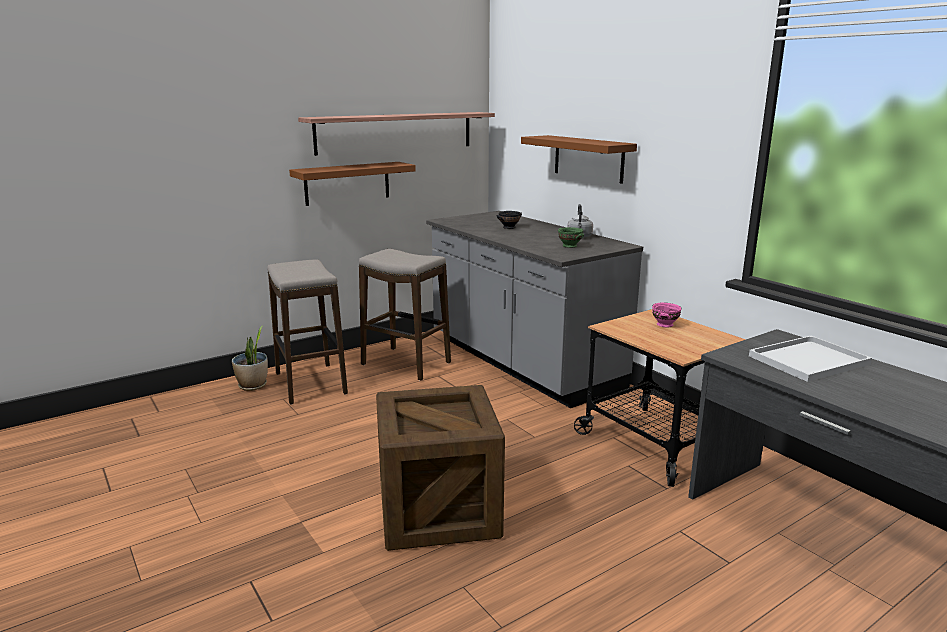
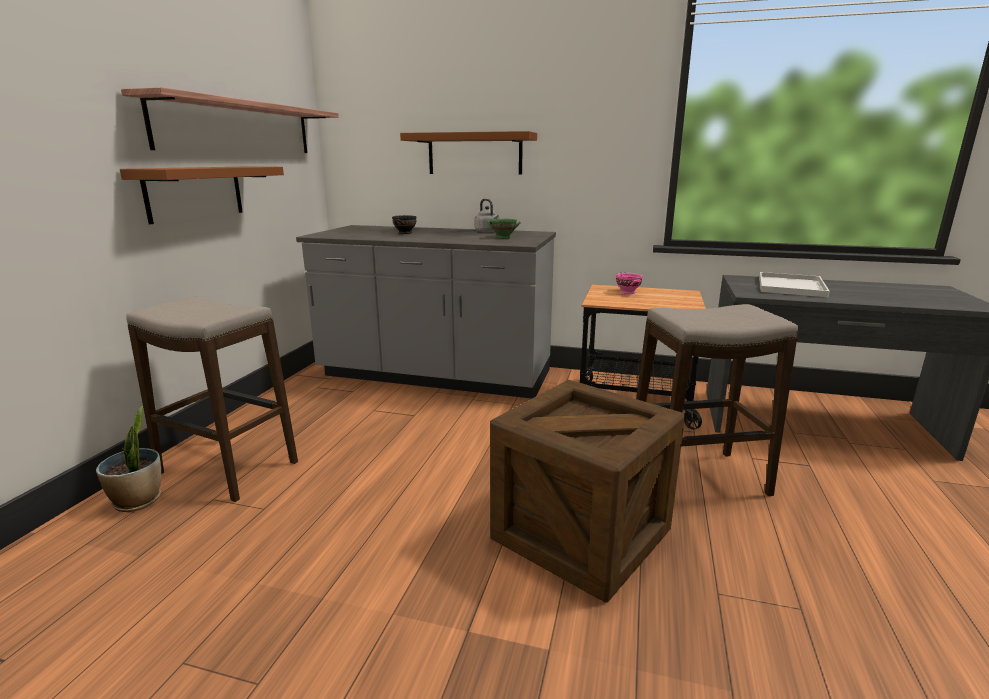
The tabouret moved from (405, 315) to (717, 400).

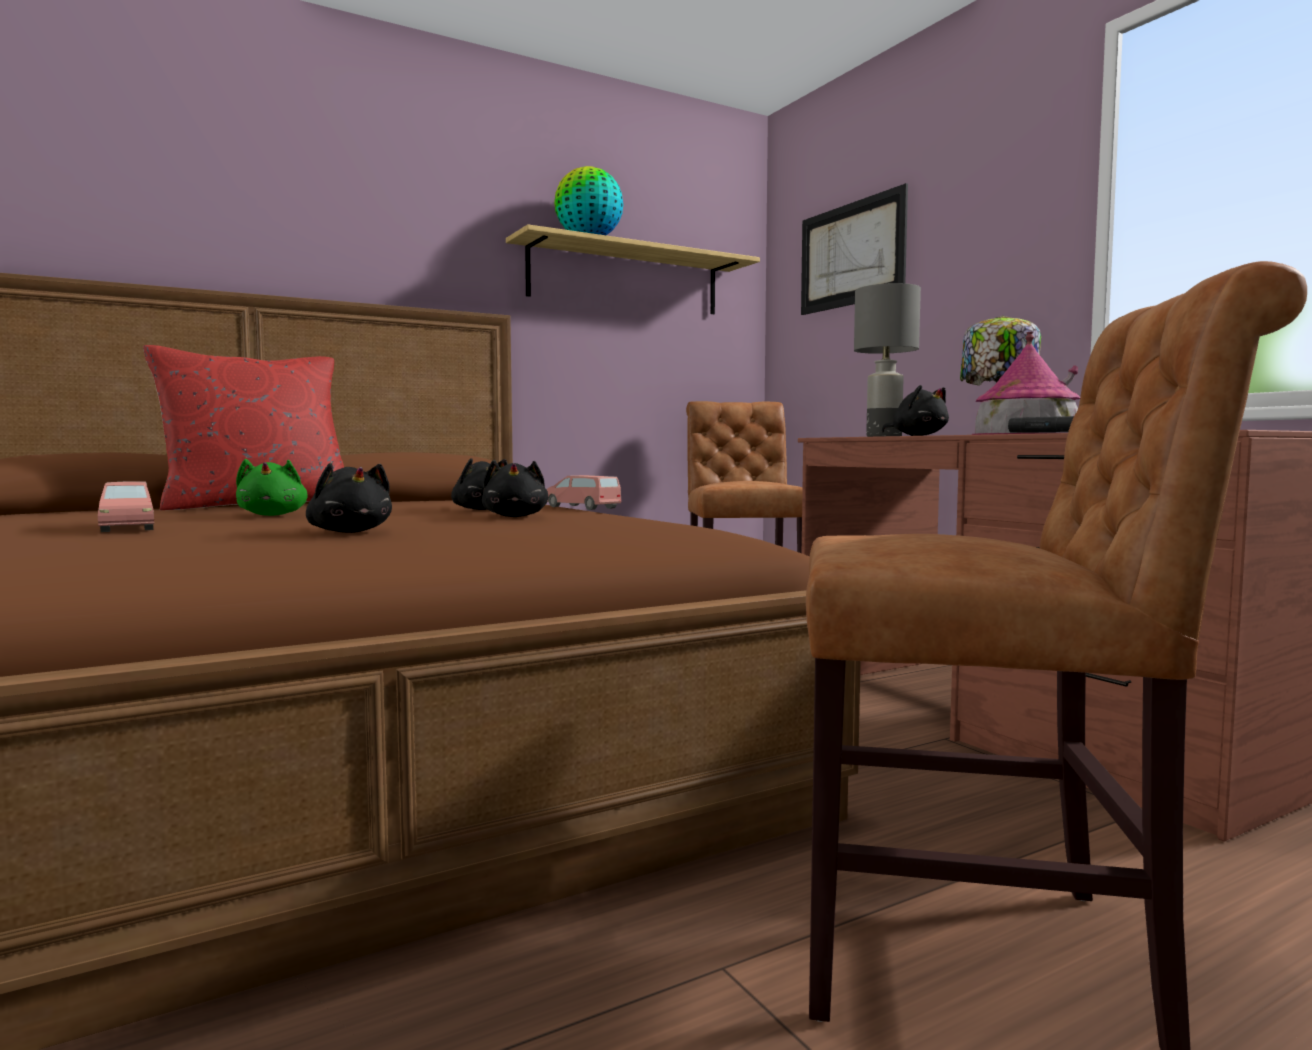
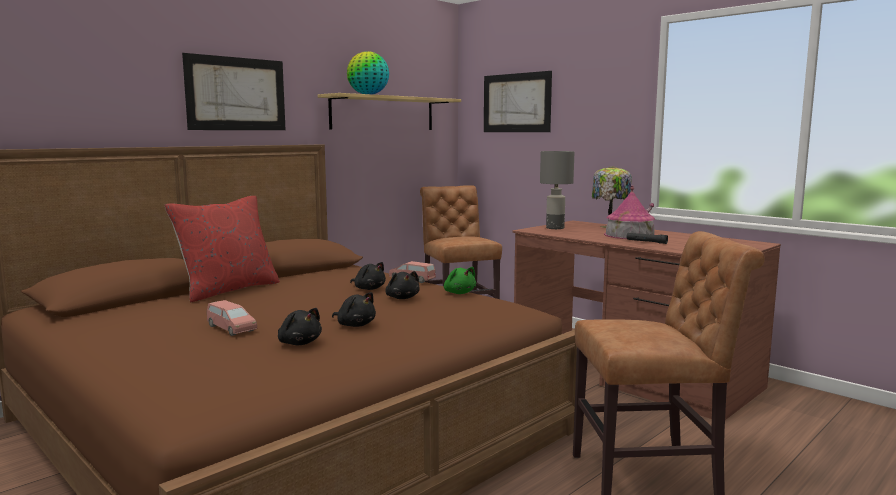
The peluche (noir) moved from (915, 410) to (300, 326).
The peluche (vert) moved from (272, 487) to (460, 280).
The tableau at (234, 91) appeared.

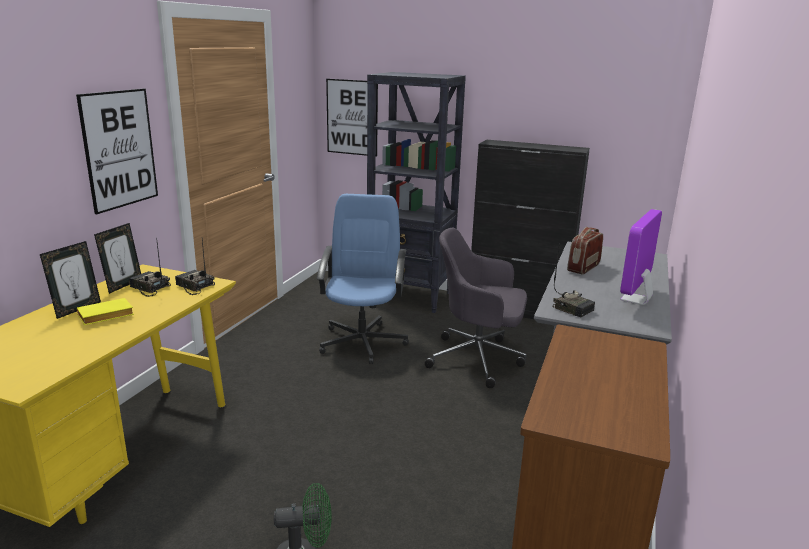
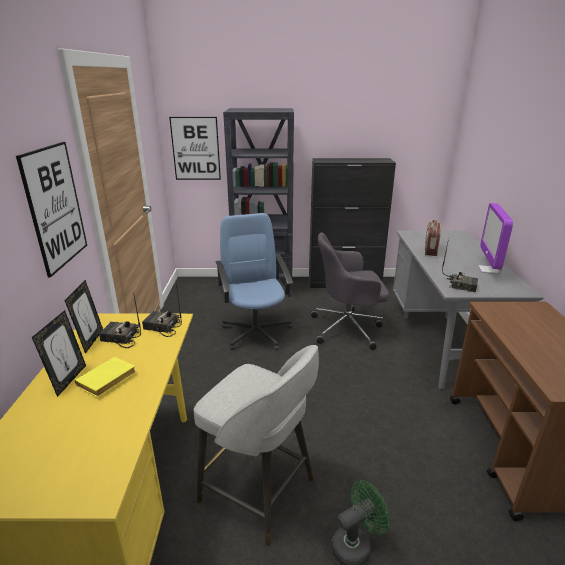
The tabouret (gris) at (256, 445) appeared.

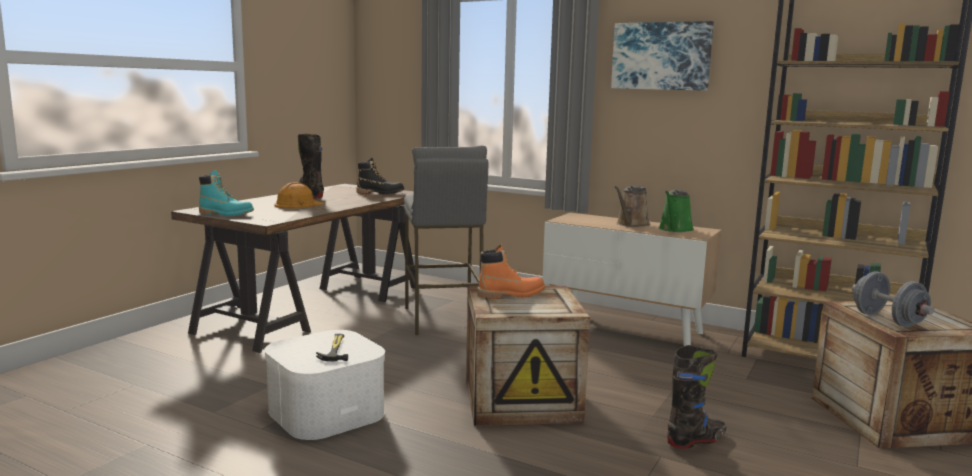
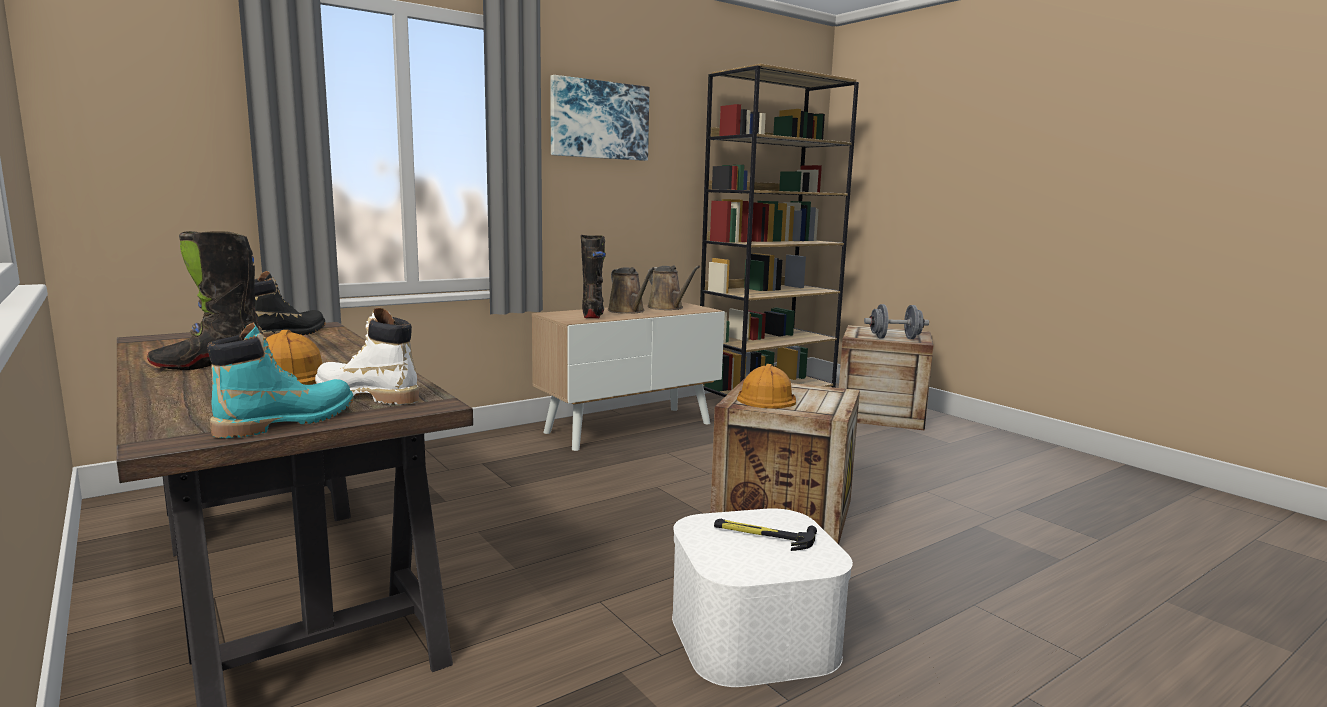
The tabouret (gris) at (446, 240) disappeared.
The arrosoir (vert) at (676, 211) became the arrosoir (marron) at (674, 287).
The botte (orange) at (511, 271) was replaced by the casque de chantier (orange) at (766, 386).
The botte (noir) moved from (696, 397) to (593, 276).
The botte (blanc) at (367, 356) appeared.

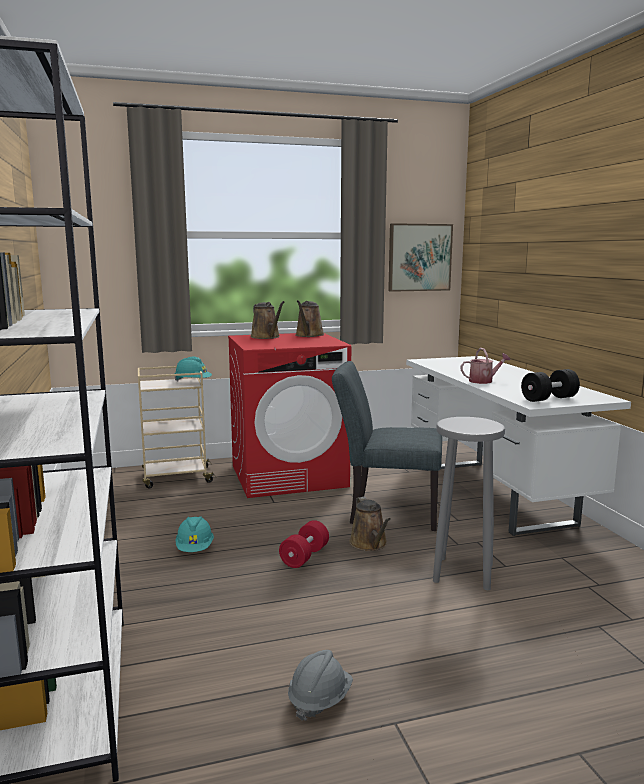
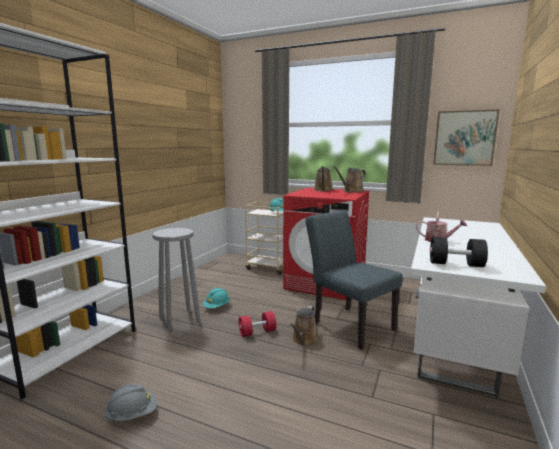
The tabouret (gris) moved from (469, 503) to (176, 279).

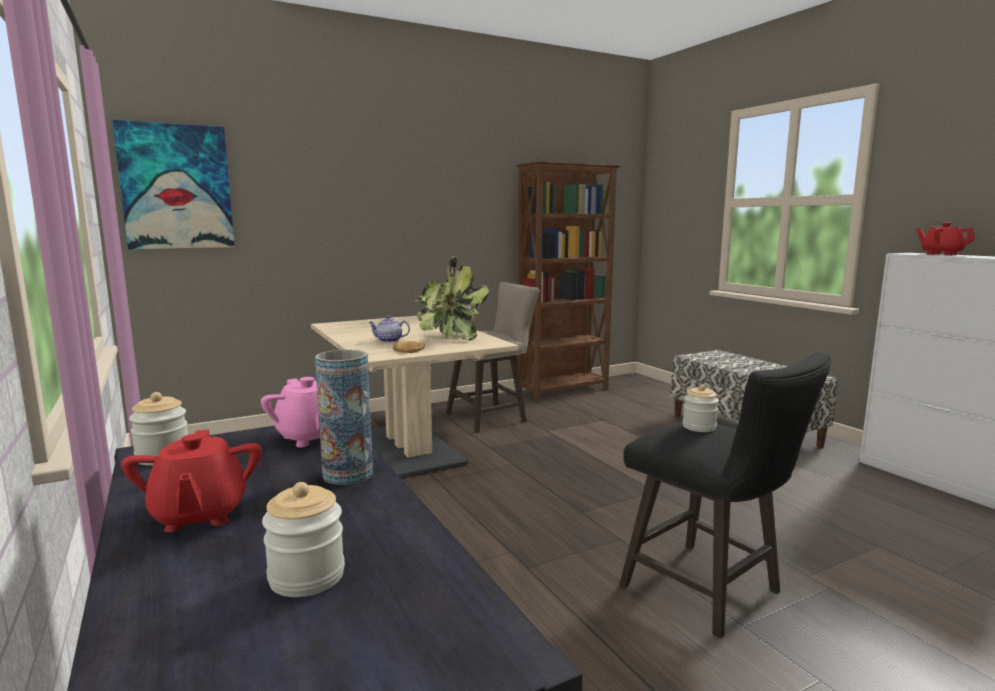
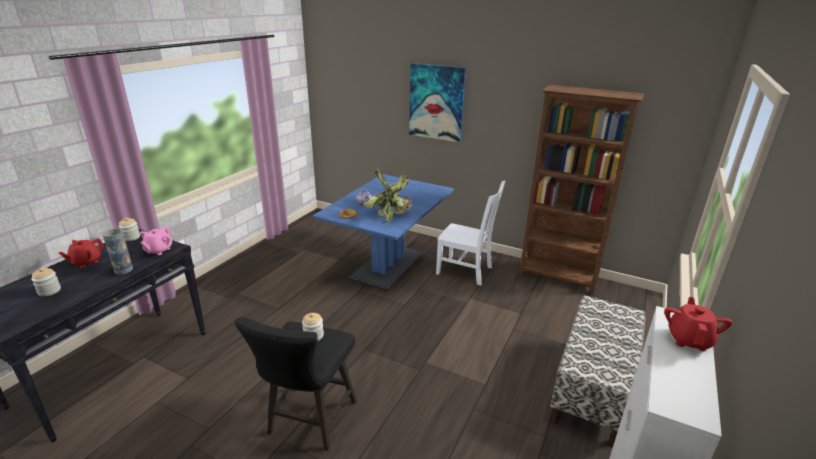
The tableau moved from (173, 184) to (437, 102).
The tabouret (beige) at (493, 357) was replaced by the chaise (blanc) at (470, 233).
The table à manger (beige) at (415, 397) became the table à manger (bleu) at (383, 232).

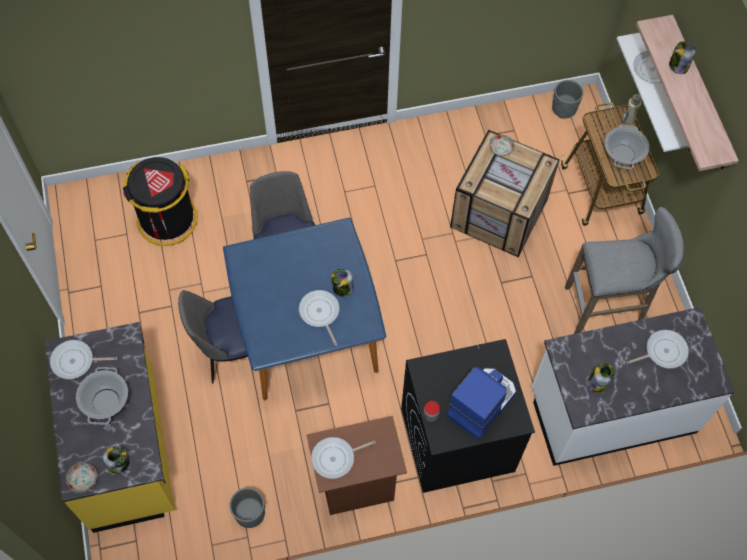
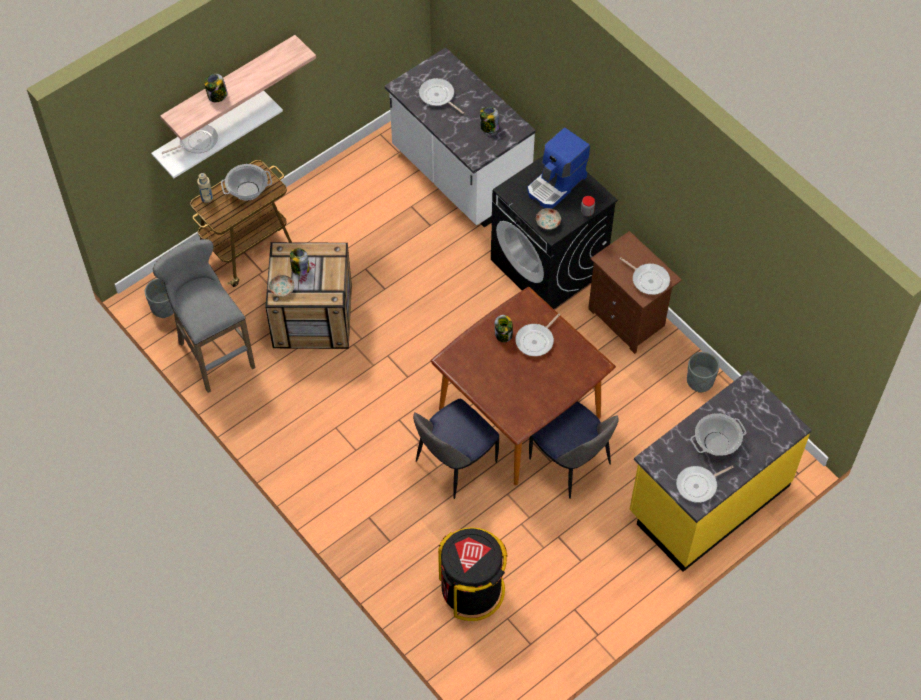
The tabouret (gris) moved from (624, 270) to (204, 316).
The table à manger (bleu) at (304, 309) became the table à manger (marron) at (523, 386).
The poêle at (83, 359) turned 90 degrees clockwise.
The machine à café at (481, 403) turned 60 degrees counterclockwise.
The bocal moved from (116, 460) to (299, 262).
The assiette moved from (81, 477) to (548, 219).

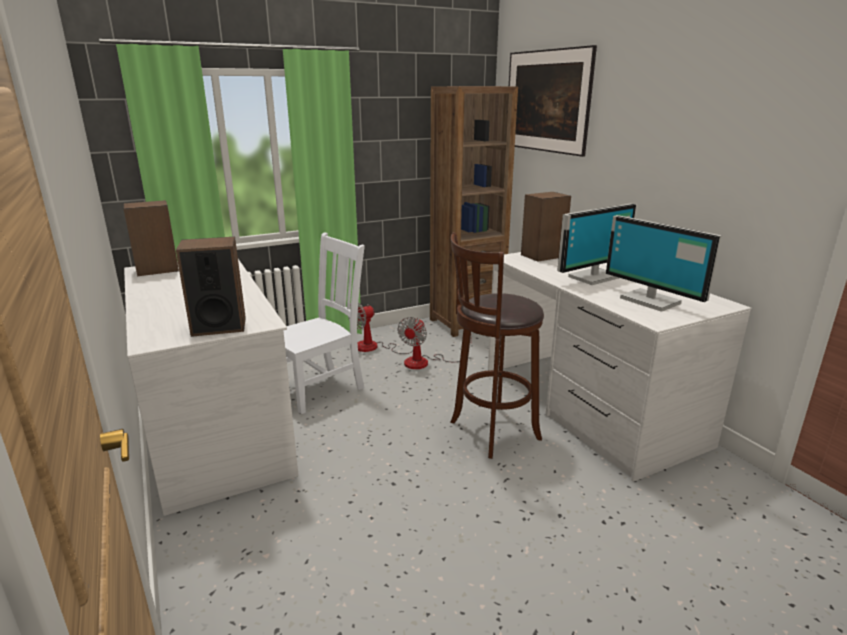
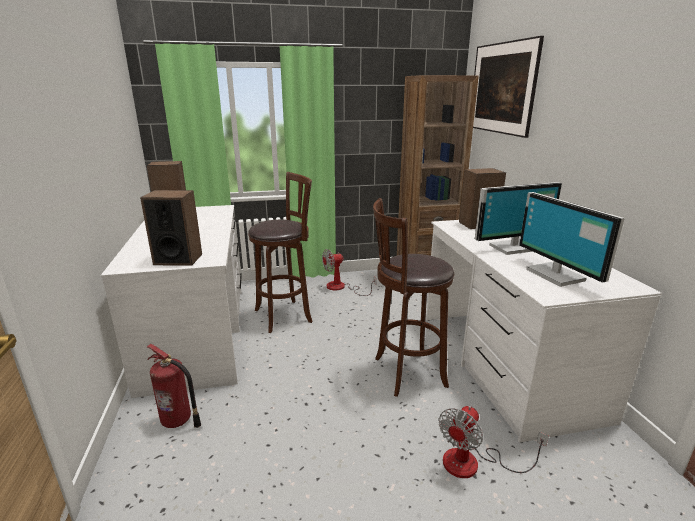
The chaise (blanc) at (324, 323) was replaced by the tabouret (marron) at (280, 252).
The ventilateur moved from (435, 343) to (493, 442).
The extincteur at (174, 386) appeared.

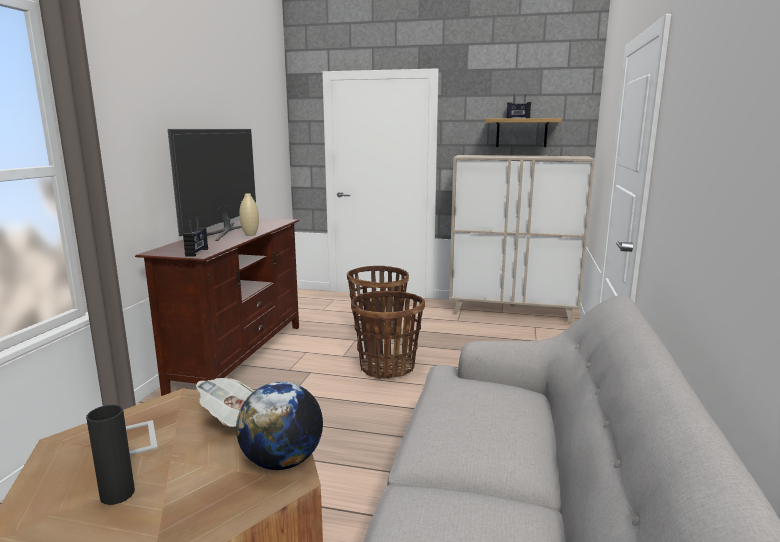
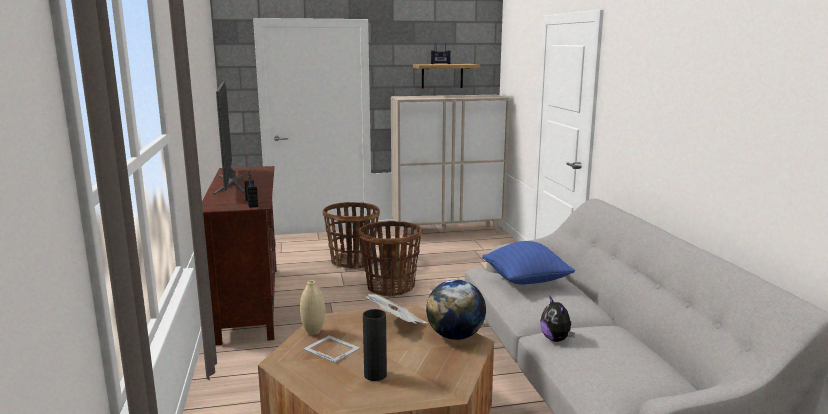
The vase (beige) moved from (249, 214) to (312, 307).
The coussin (bleu) at (528, 262) appeared.
The peluche at (558, 319) appeared.

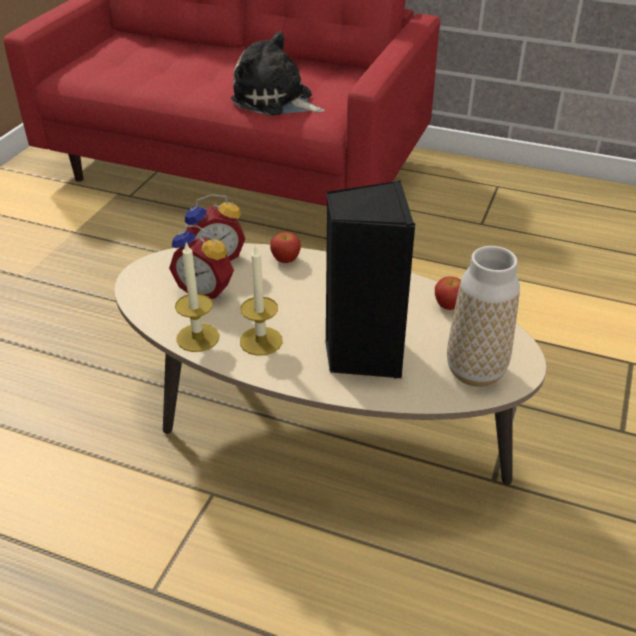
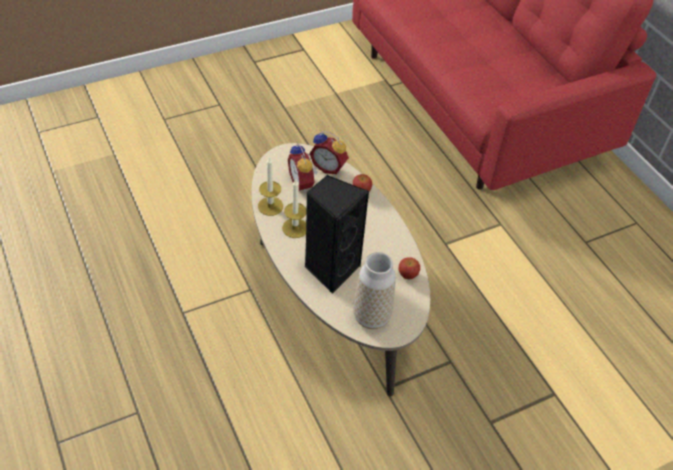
The peluche at (277, 73) disappeared.

